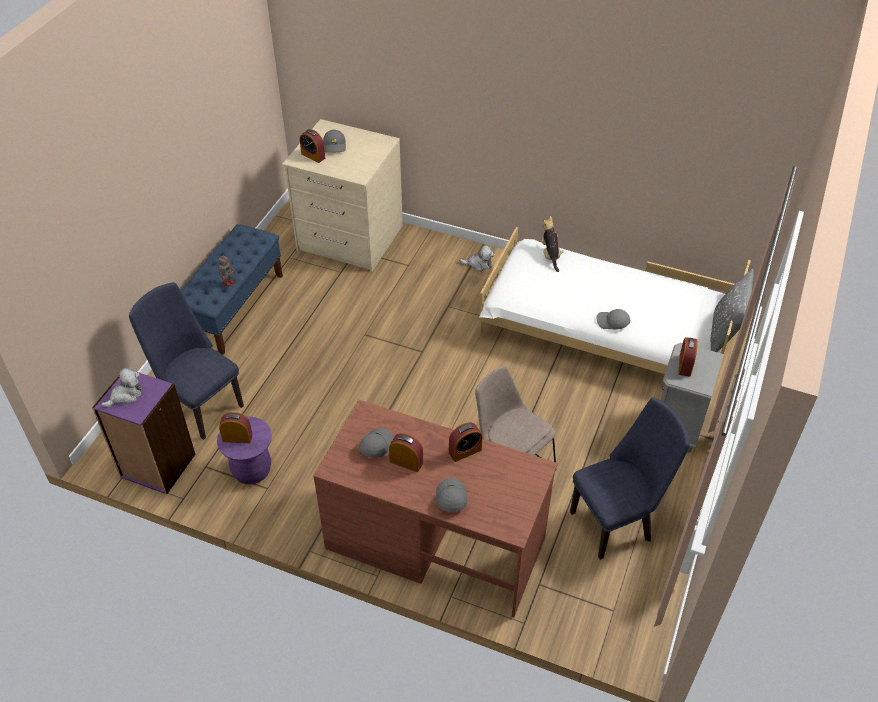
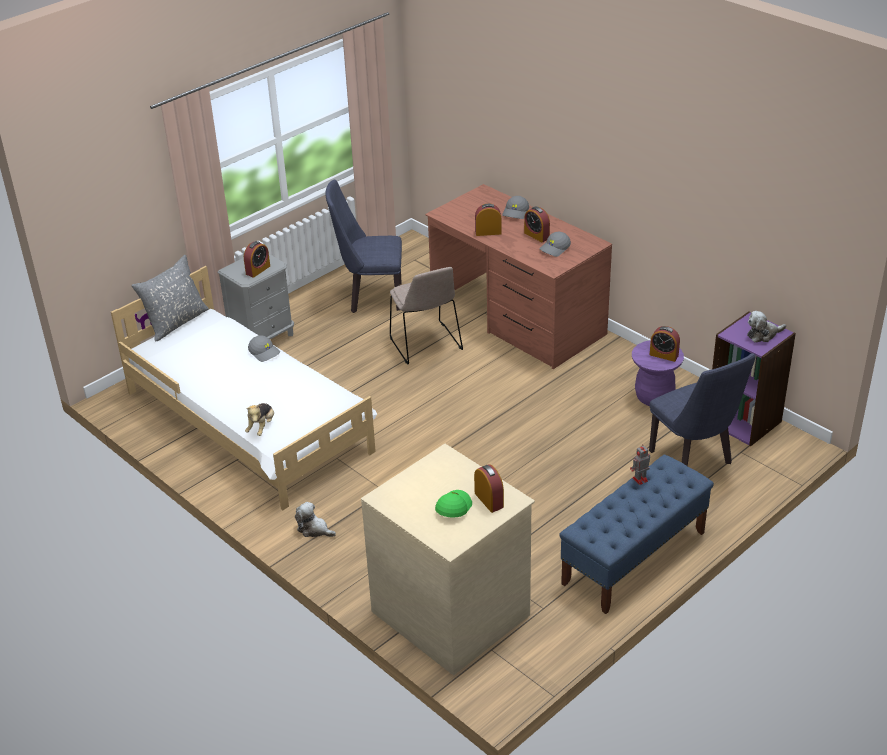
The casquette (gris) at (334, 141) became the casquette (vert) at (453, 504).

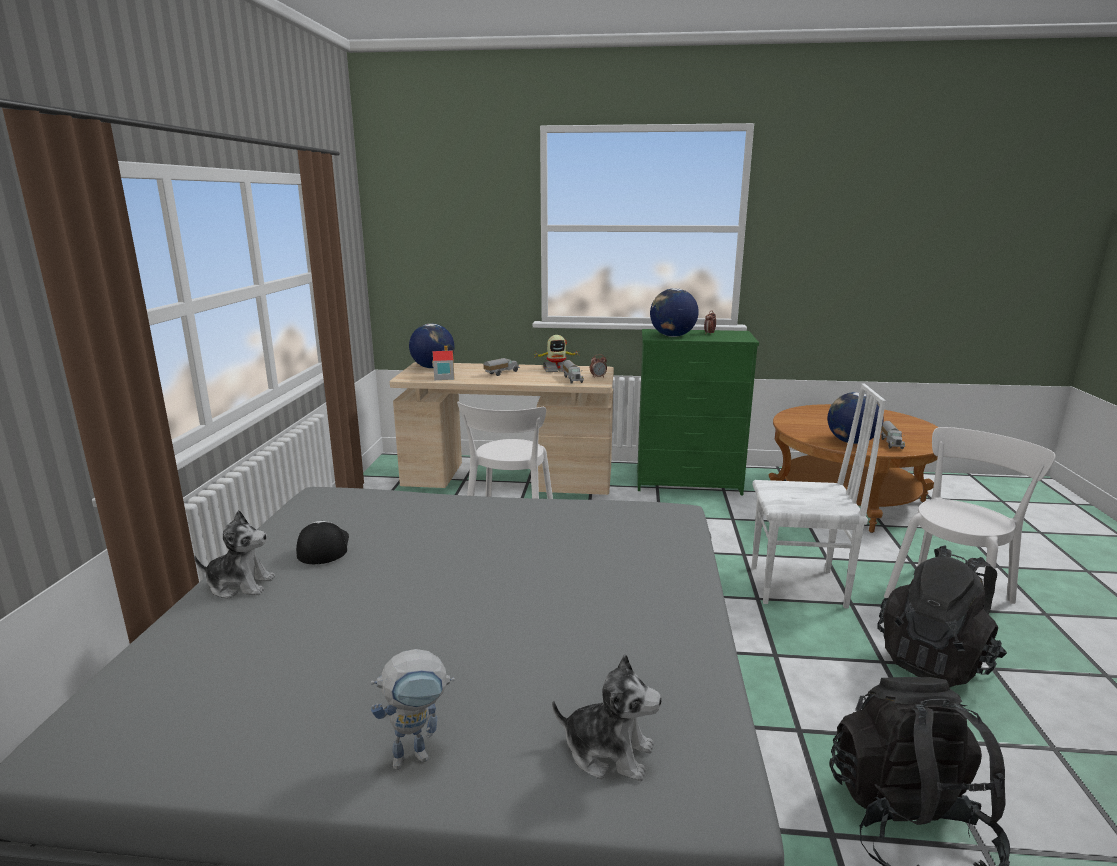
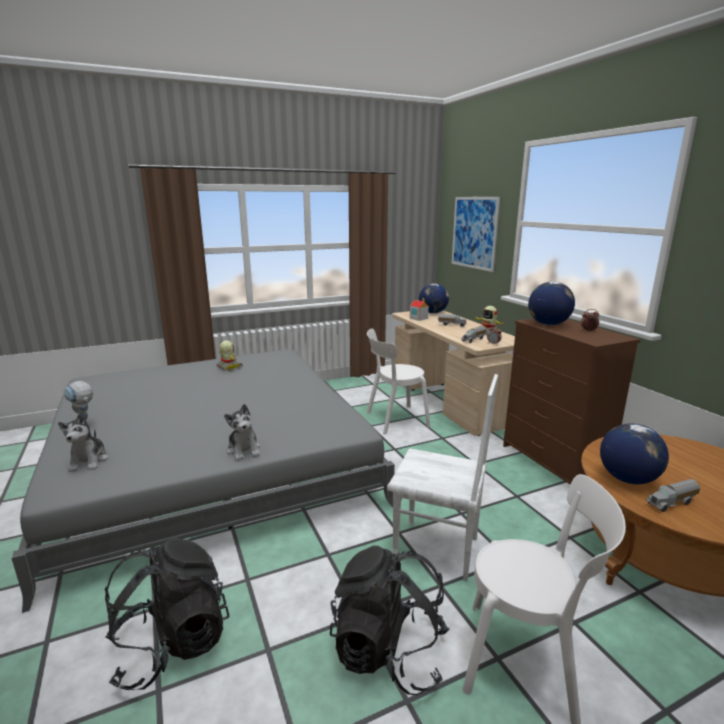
The commode (vert) at (698, 412) became the commode (marron) at (571, 401).
The chaise (blanc) at (819, 496) turned 45 degrees counterclockwise.
The peluche moved from (234, 554) to (242, 432).
The casquette at (322, 542) was replaced by the robot jouet at (230, 355).
The tableau at (476, 234) appeared.

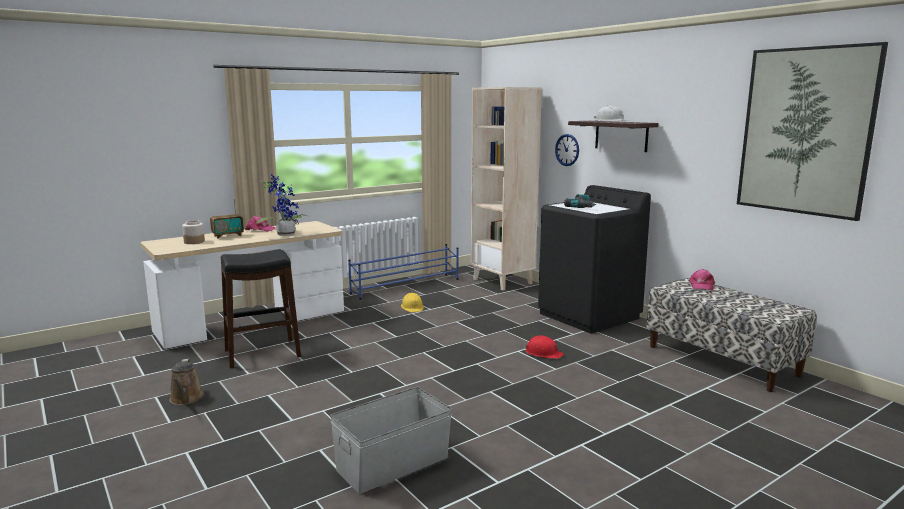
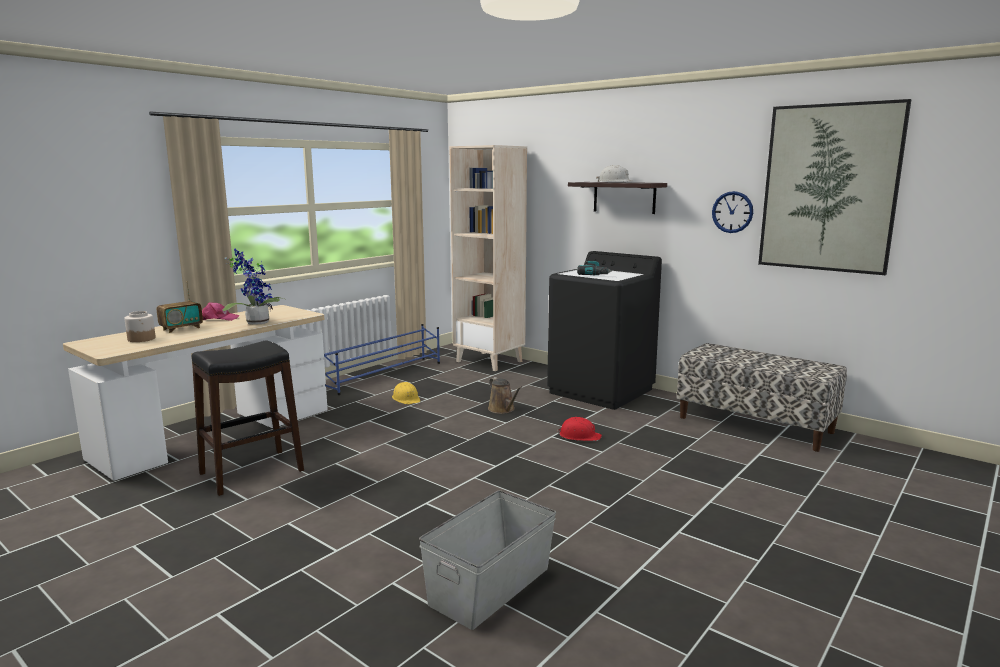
The horloge murale moved from (567, 150) to (732, 212).
The casquette (rose) at (702, 280) disappeared.
The arrosoir (marron) moved from (186, 382) to (505, 395).

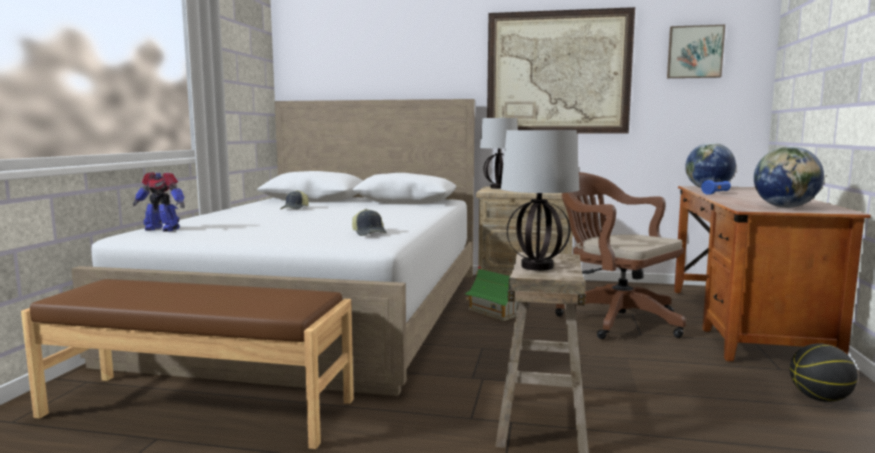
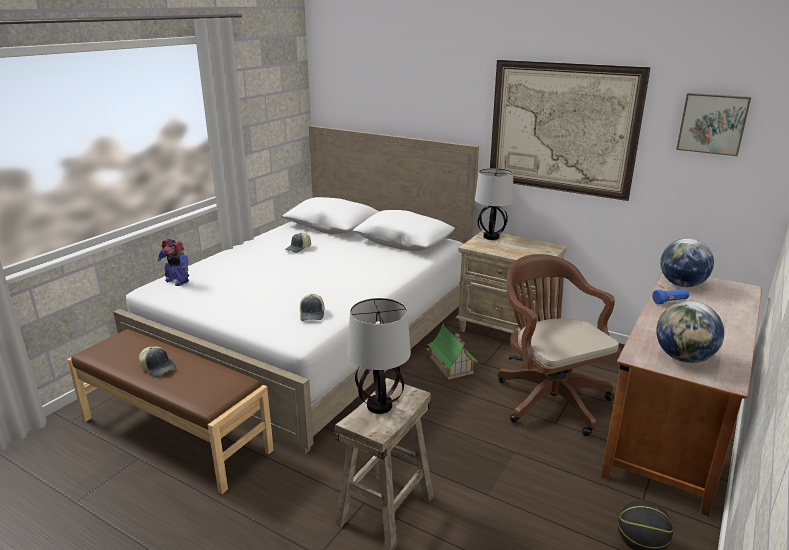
The casquette at (157, 361) appeared.

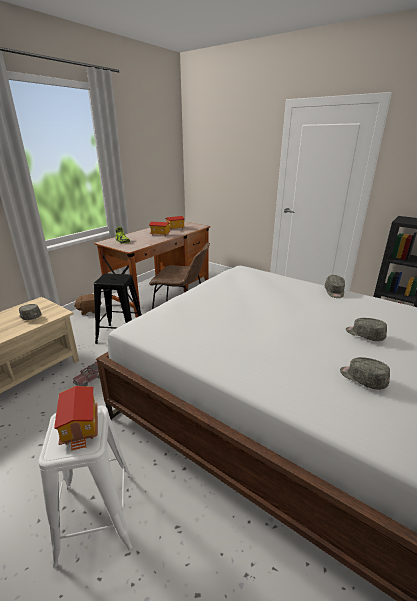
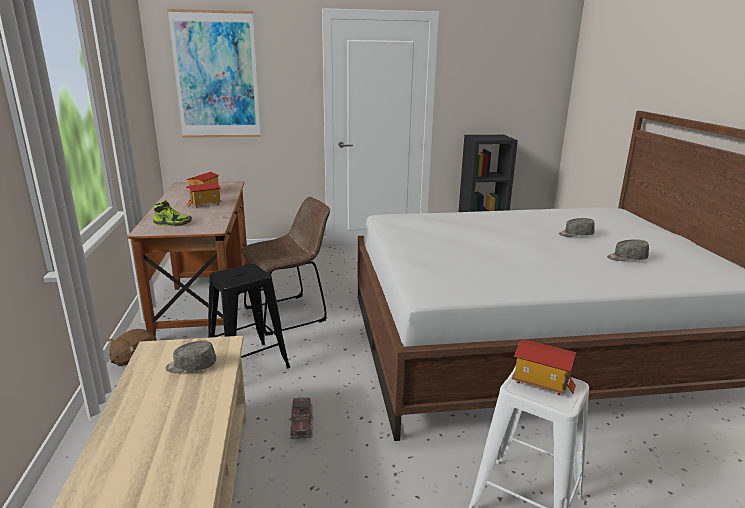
The casquette (gris) at (335, 286) disappeared.
The tableau at (214, 73) appeared.

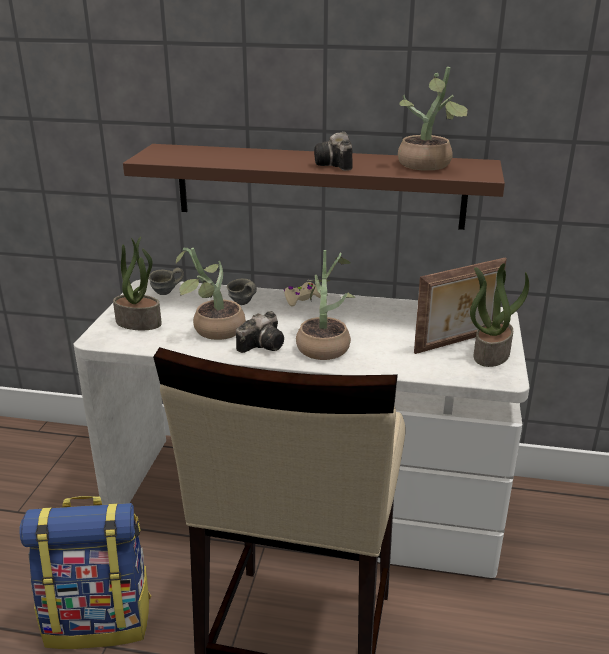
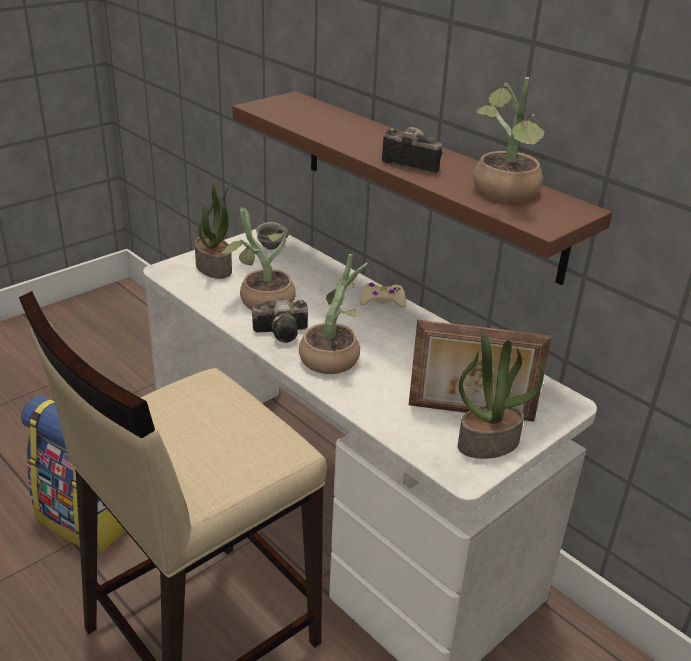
The appareil photo at (333, 151) turned 90 degrees clockwise.
The mug (gris) at (242, 291) disappeared.

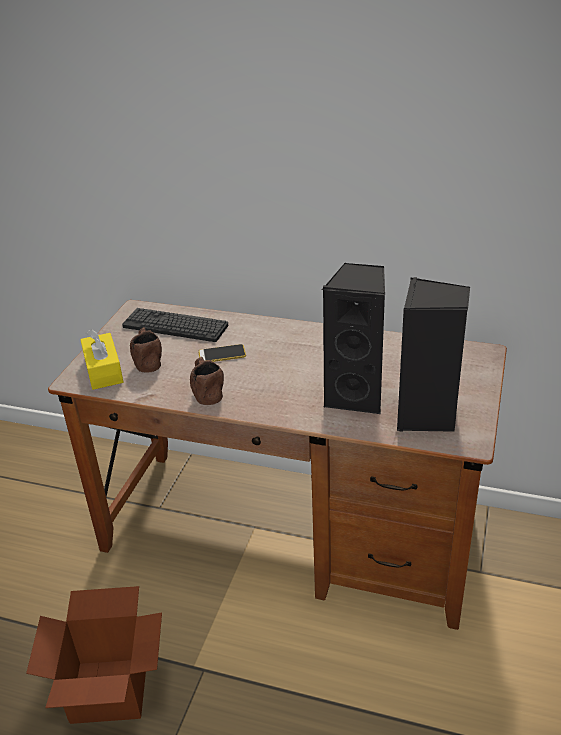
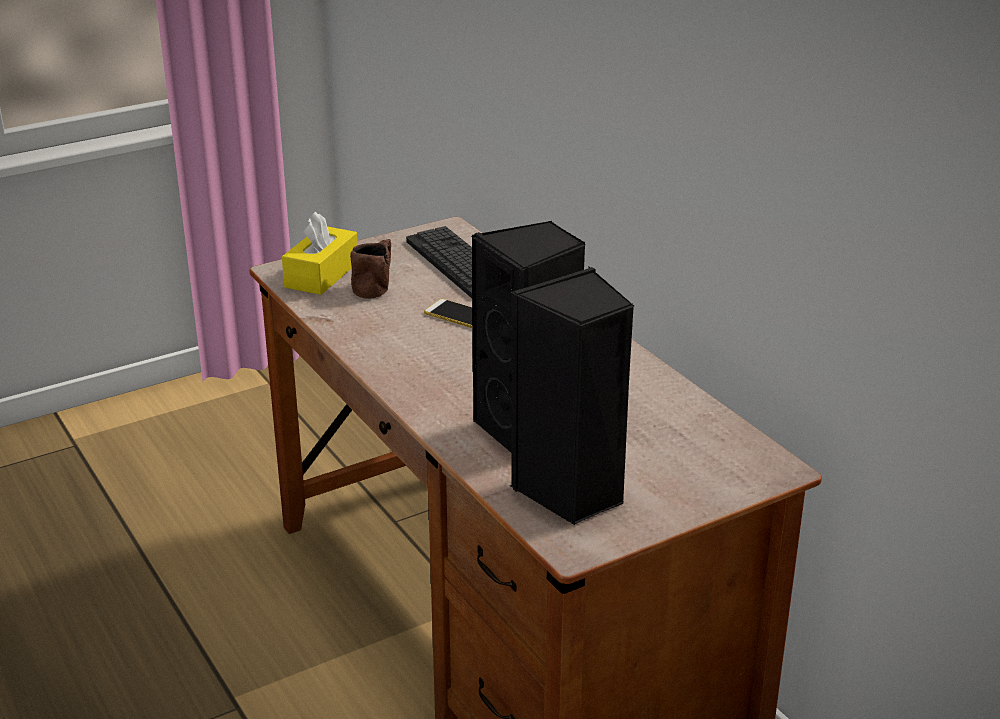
The mug (marron) at (207, 380) disappeared.
The carton at (94, 655) disappeared.

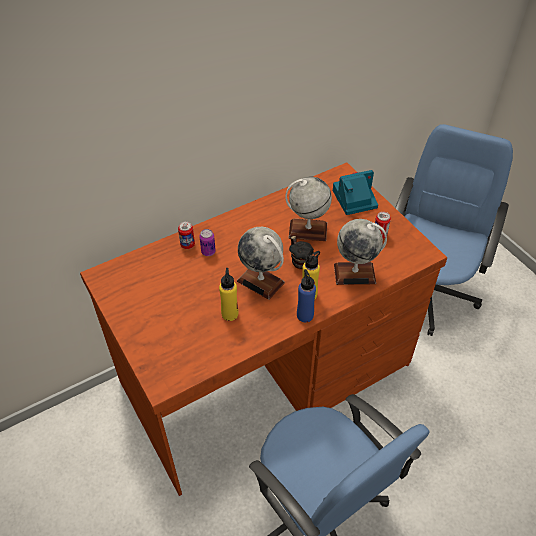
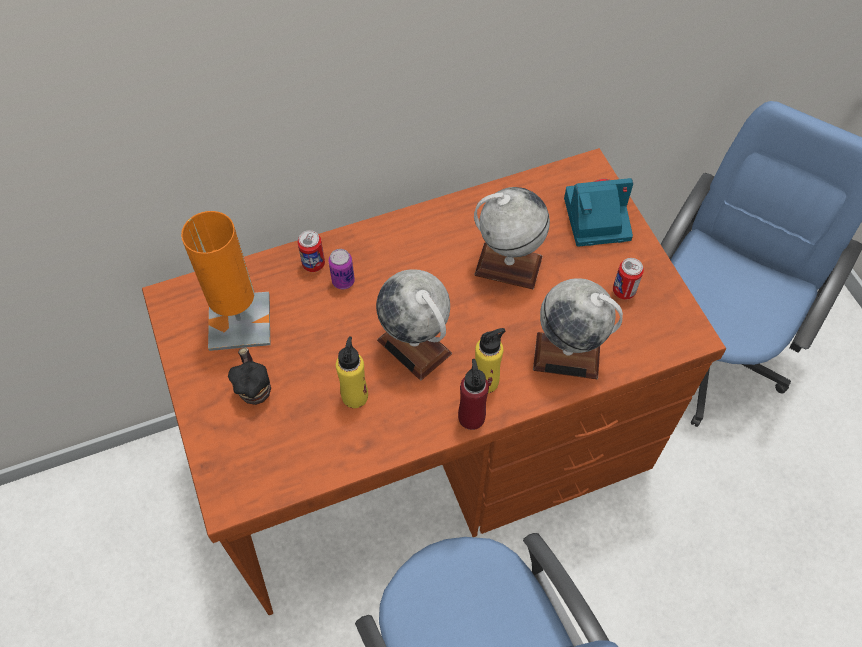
The mug moved from (301, 252) to (249, 376).
The bouteille (bleu) at (306, 295) became the bouteille (rouge) at (473, 394).
The lampe de table (orange) at (225, 281) appeared.

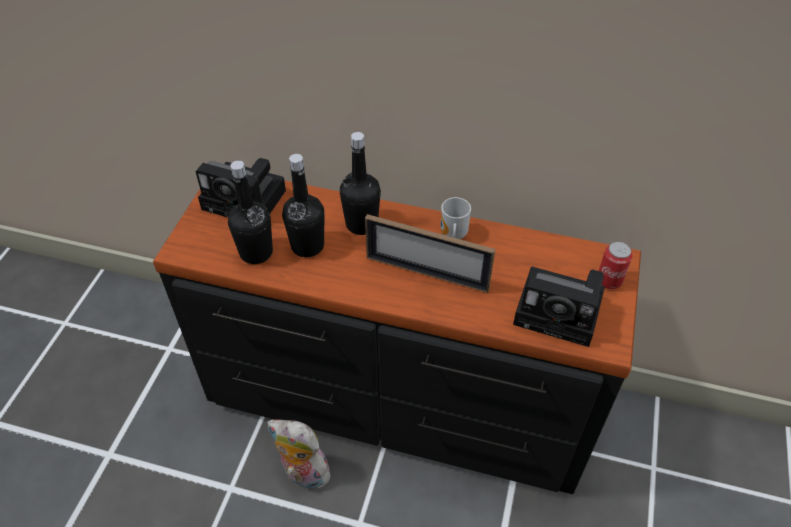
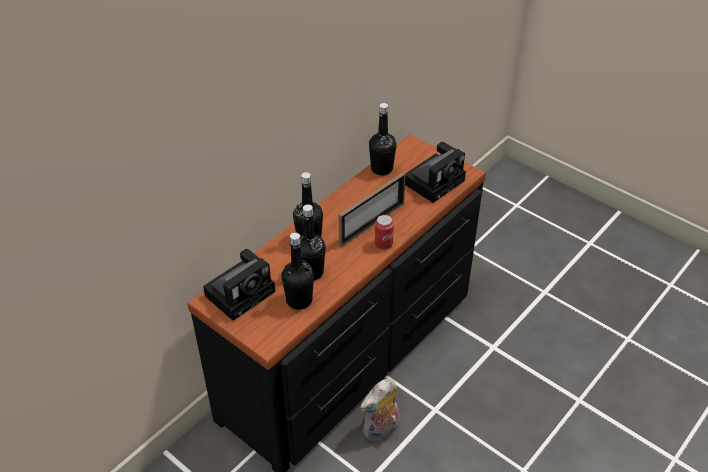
The mug at (456, 218) disappeared.
The boîte métallique moved from (615, 265) to (384, 232).
The bouteille (noir) at (382, 139) appeared.

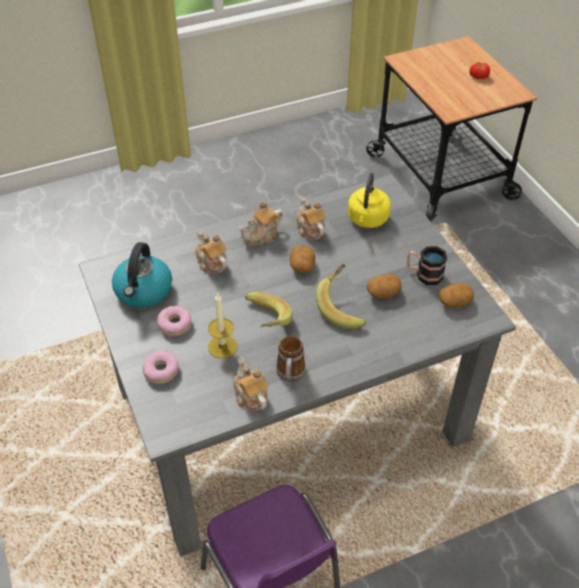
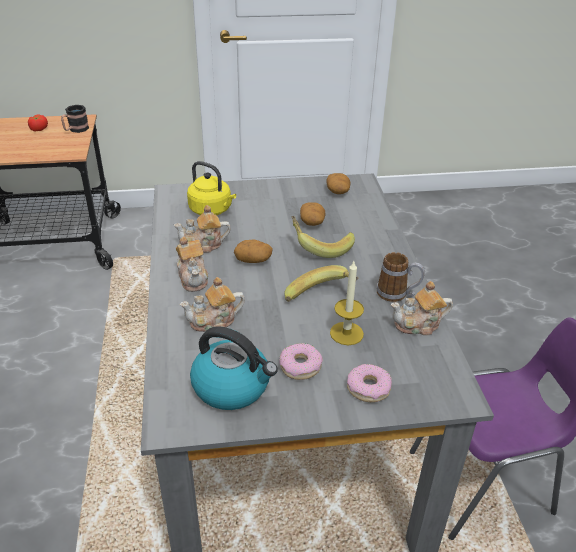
The mug moved from (427, 265) to (75, 119).

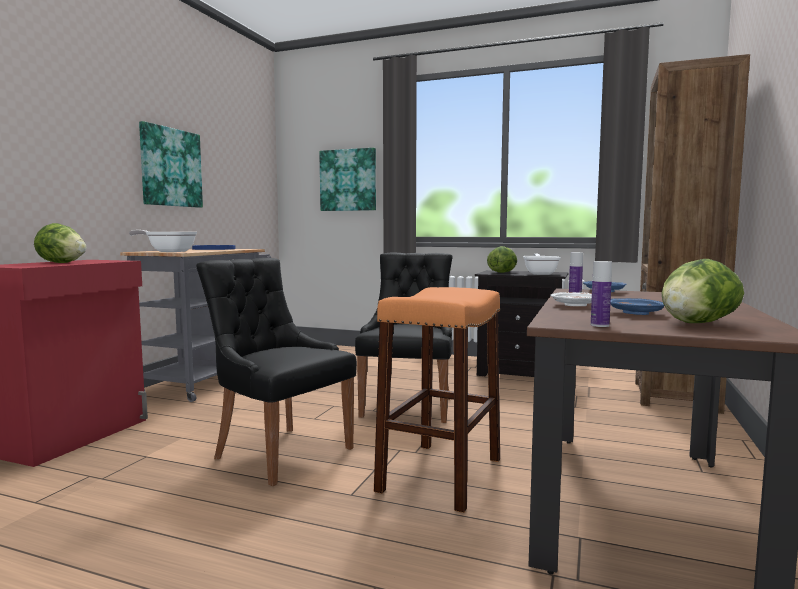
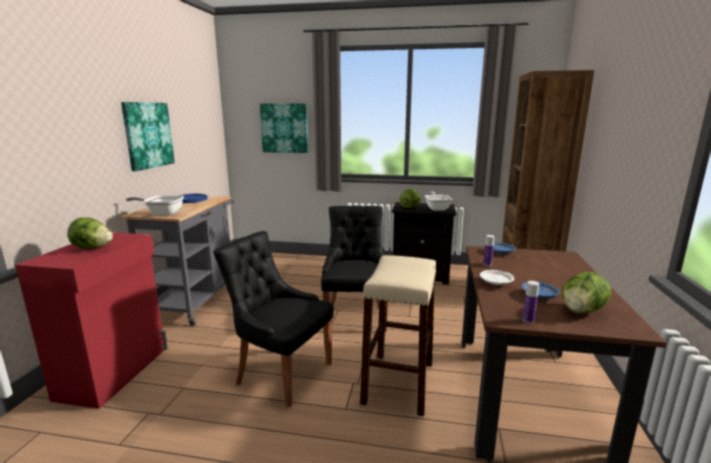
The tabouret (orange) at (437, 400) became the tabouret (beige) at (398, 335).

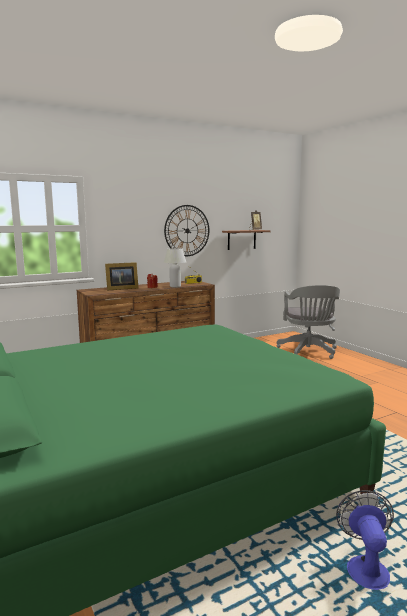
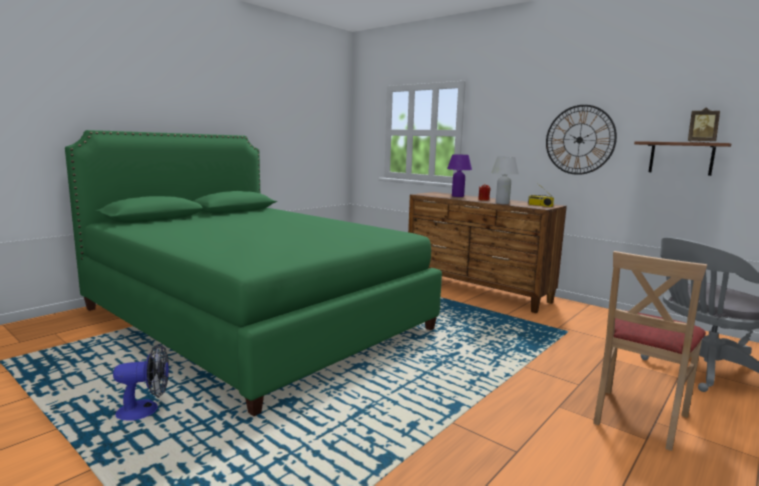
The cadre photo at (122, 276) was replaced by the lampe de table (violet) at (459, 175).
The chaise (beige) at (650, 351) appeared.

